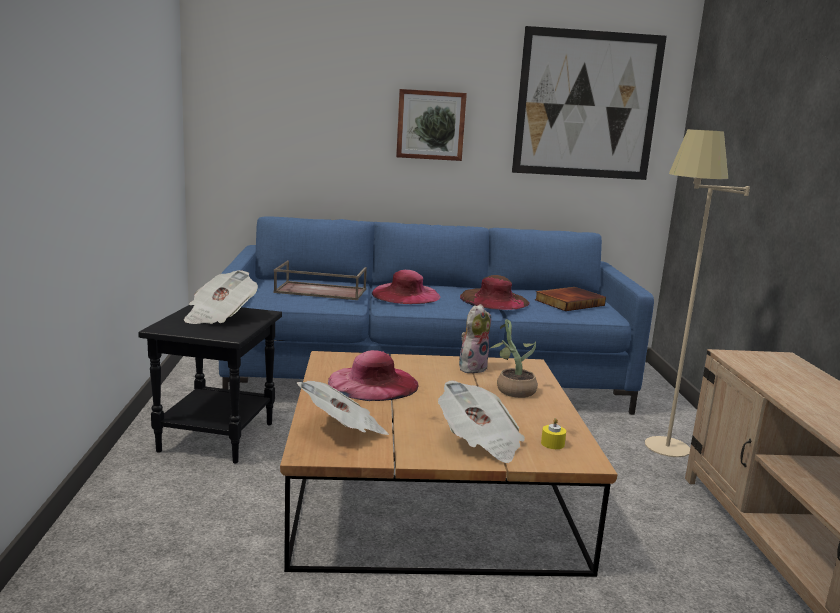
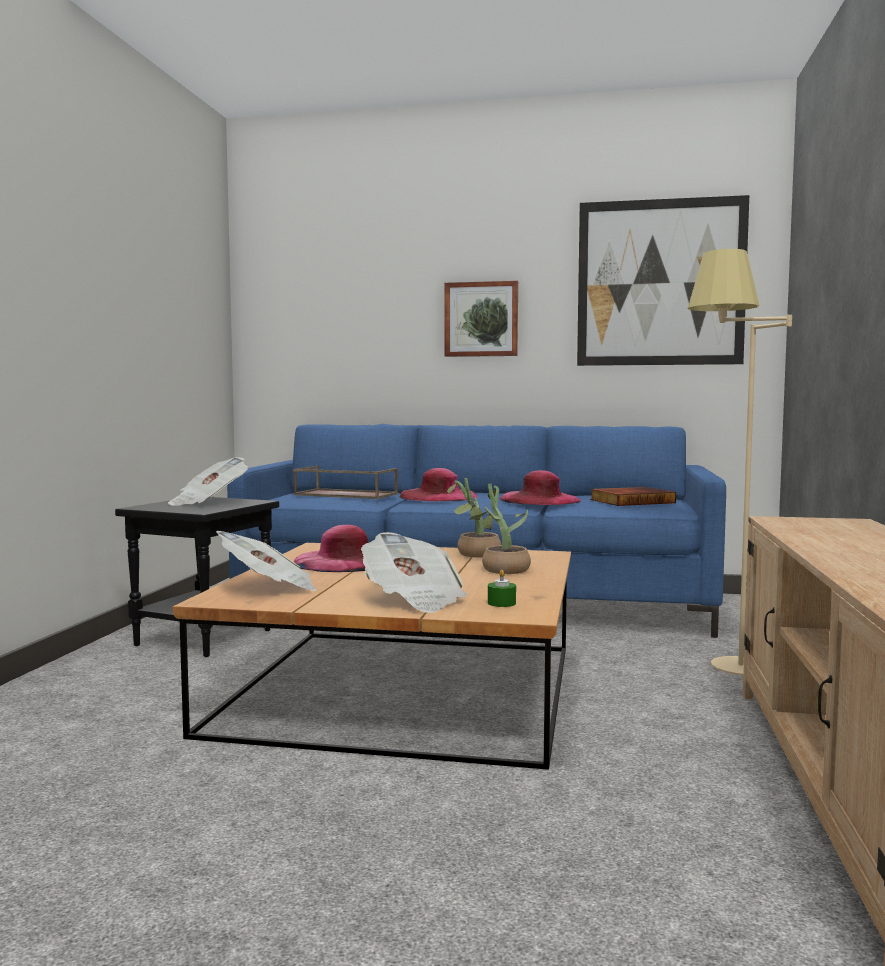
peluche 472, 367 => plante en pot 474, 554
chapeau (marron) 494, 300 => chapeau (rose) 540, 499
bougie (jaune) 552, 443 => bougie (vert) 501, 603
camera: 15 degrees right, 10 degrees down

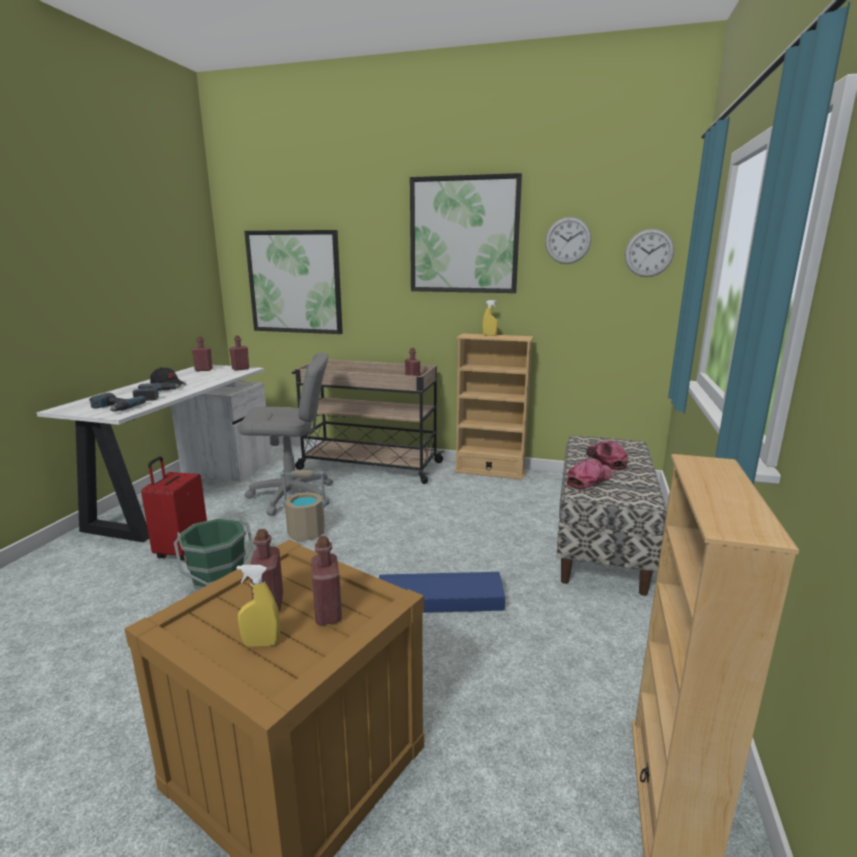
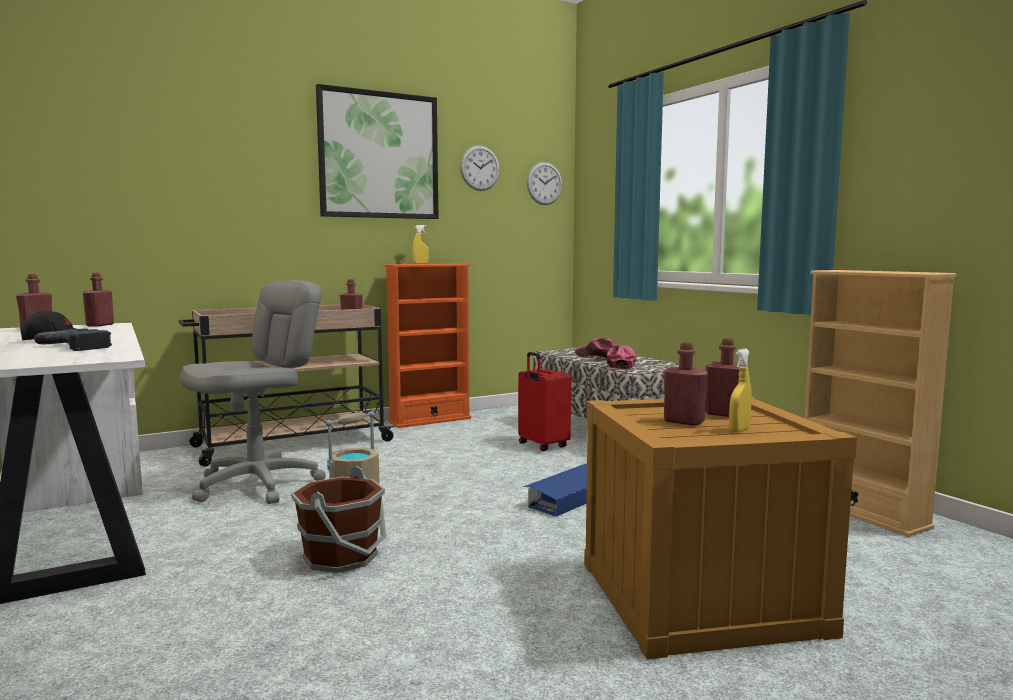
perceuse 114, 408 => nothing
valise (rouge) 181, 550 => valise (rouge) 542, 445, shifted
seau (vert) 218, 577 => seau (marron) 342, 556
tableau 295, 282 => nothing
bibliothèque (beige) 490, 471 => bibliothèque (orange) 430, 420
camera: 45 degrees left, 10 degrees down

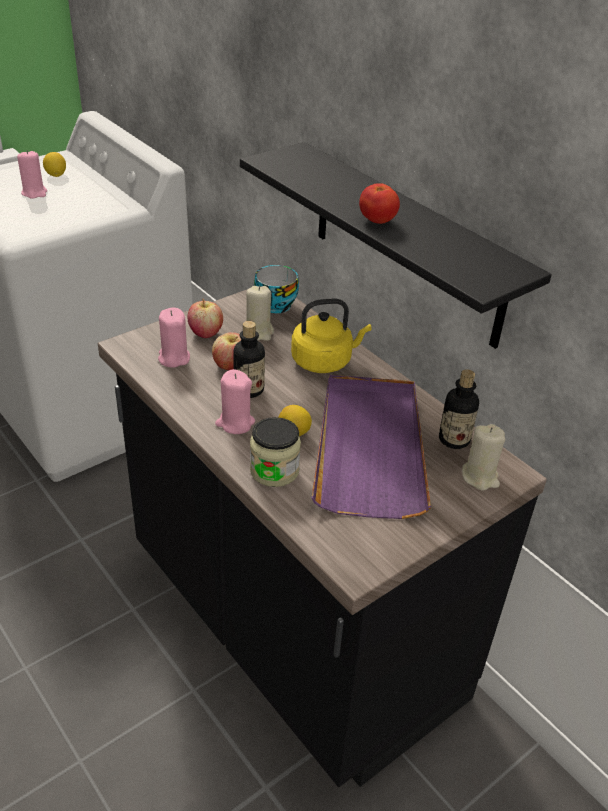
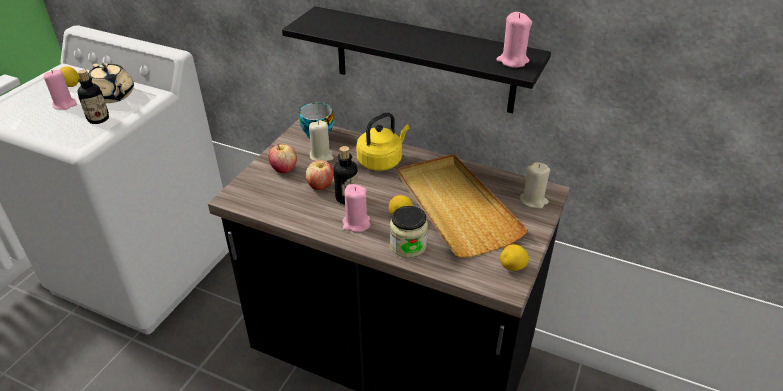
bougie (rose) 173, 358 => bougie (rose) 512, 61, shifted
plateau (violet) 369, 447 => plateau (beige) 455, 207
tomate 377, 221 => nothing
bouteille 454, 439 => bouteille 98, 119, shifted
nothing => théière (beige) 113, 96
nothing => citron 512, 267
camera: 25 degrees left, 0 degrees up

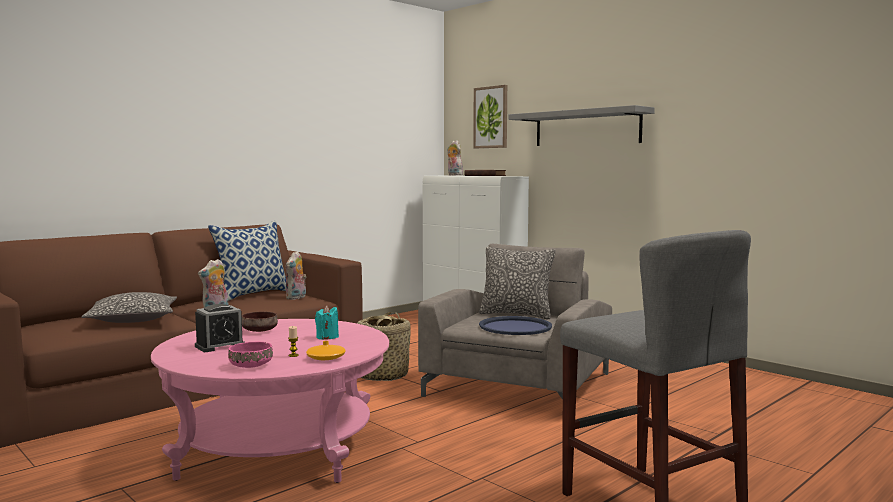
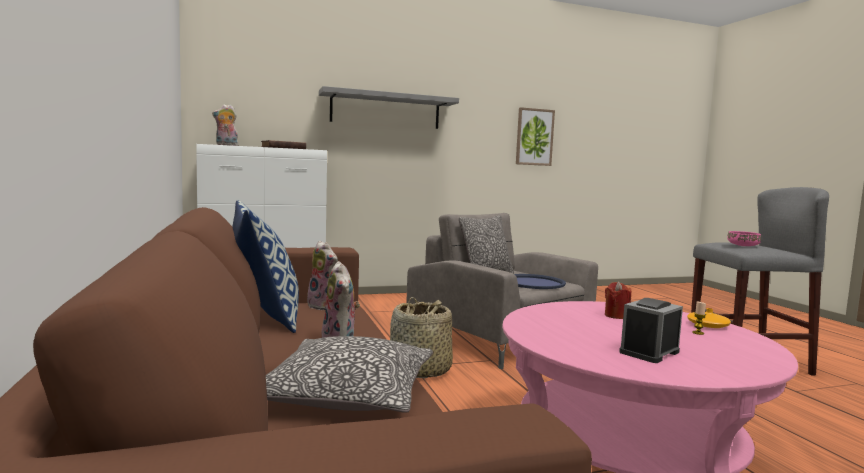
réveil 220, 346 => réveil 649, 352, 120 degrees counterclockwise
bol (rose) 249, 366 => bol (rose) 743, 246, shifted
bol (marron) 260, 331 => nothing
bougie (turquoise) 327, 337 => bougie (rouge) 616, 316
tableau 491, 117 => tableau 534, 137, shifted
camera: 65 degrees left, 0 degrees up

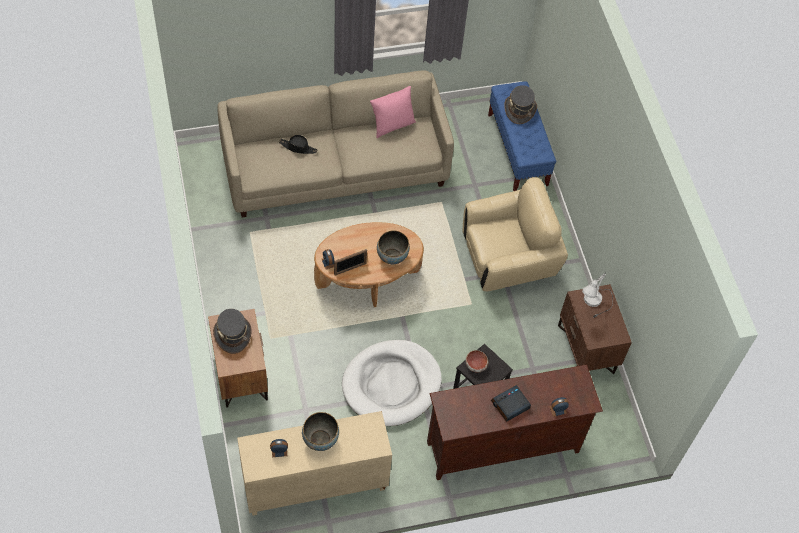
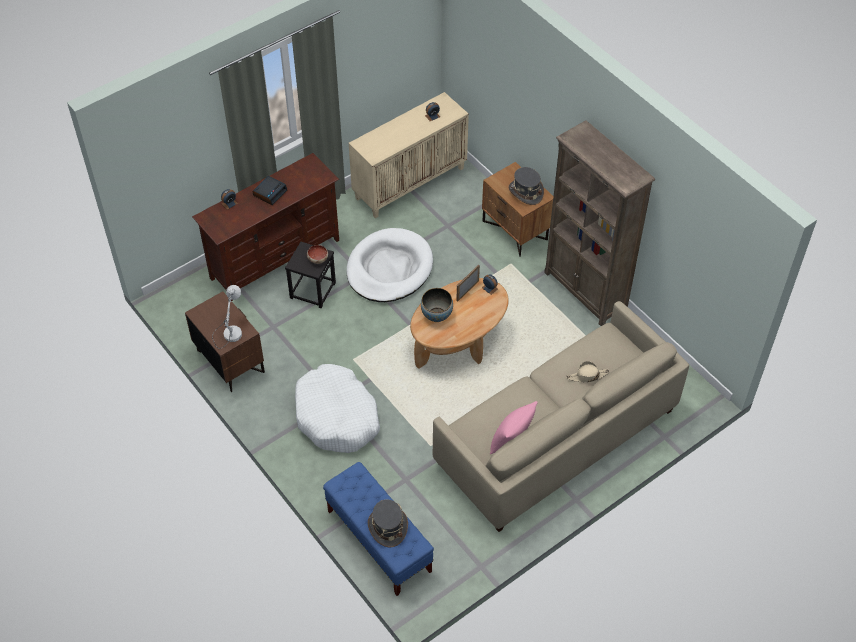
chapeau (noir) 298, 147 => chapeau (beige) 587, 376
bol 320, 440 => nothing
fauteuil (beige) 508, 258 => panier pour chien (blanc) 337, 416
nothing => bibliothèque (marron) 585, 292
camera: 160 degrees right, 5 degrees down

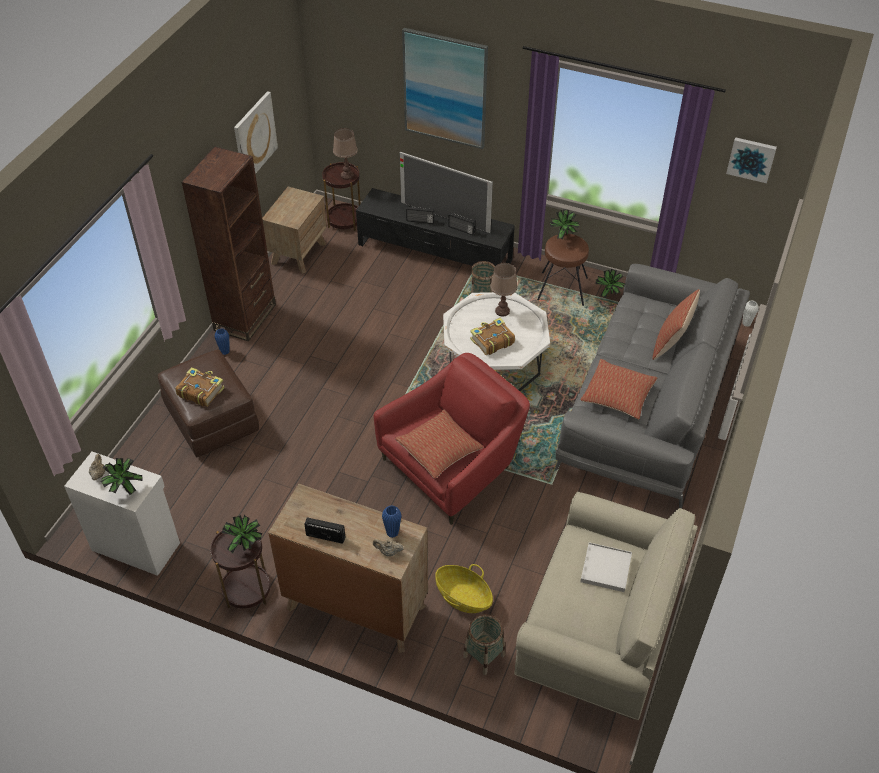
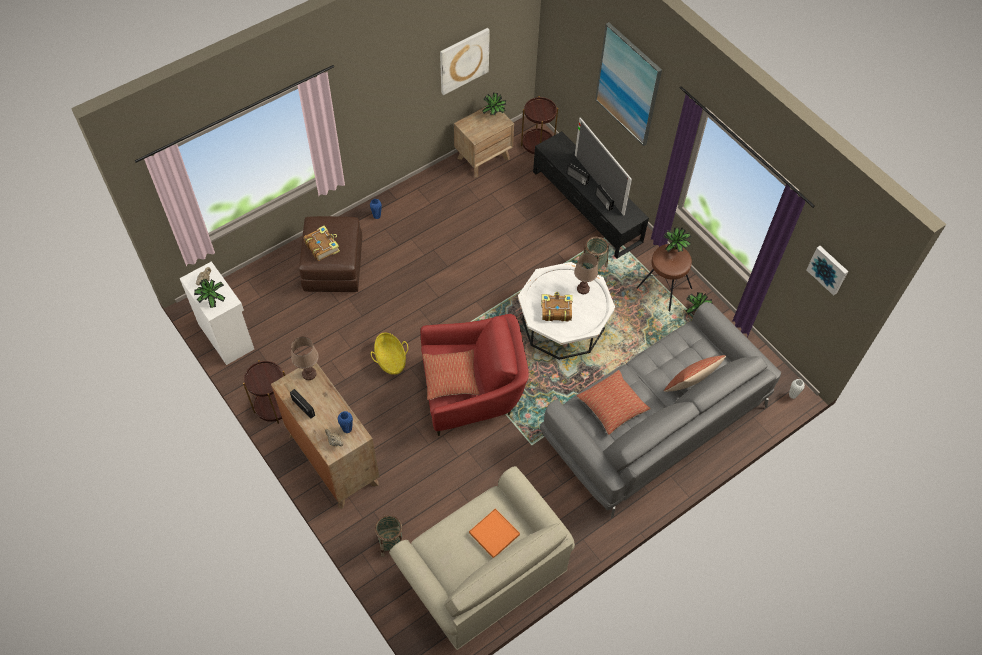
bibliothèque (marron) 245, 317 => nothing
plante en pot 246, 547 => plante en pot 494, 116, shifted
lampe de table (marron) 347, 175 => lampe de table (marron) 309, 374, shifted
panier 463, 597 => panier 390, 360, shifted
plateau (blanc) 605, 569 => plateau (orange) 494, 534
camera: 30 degrees right, 10 degrees up

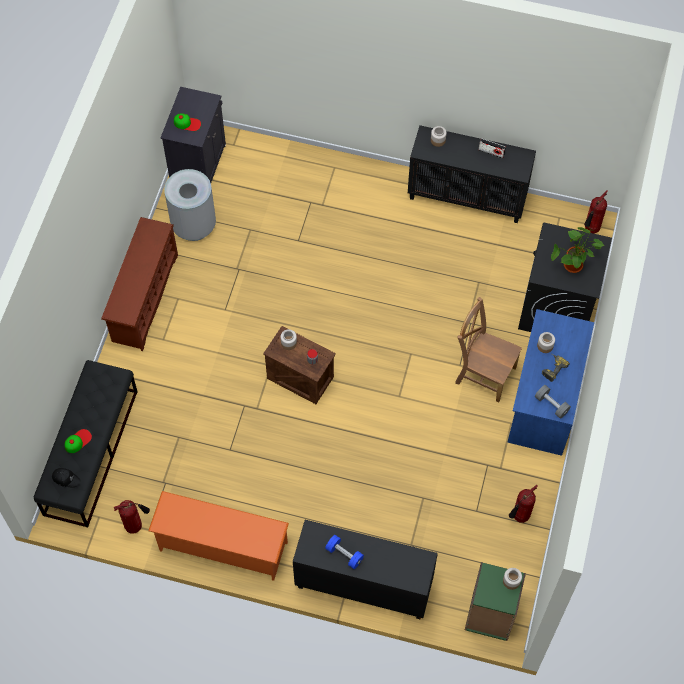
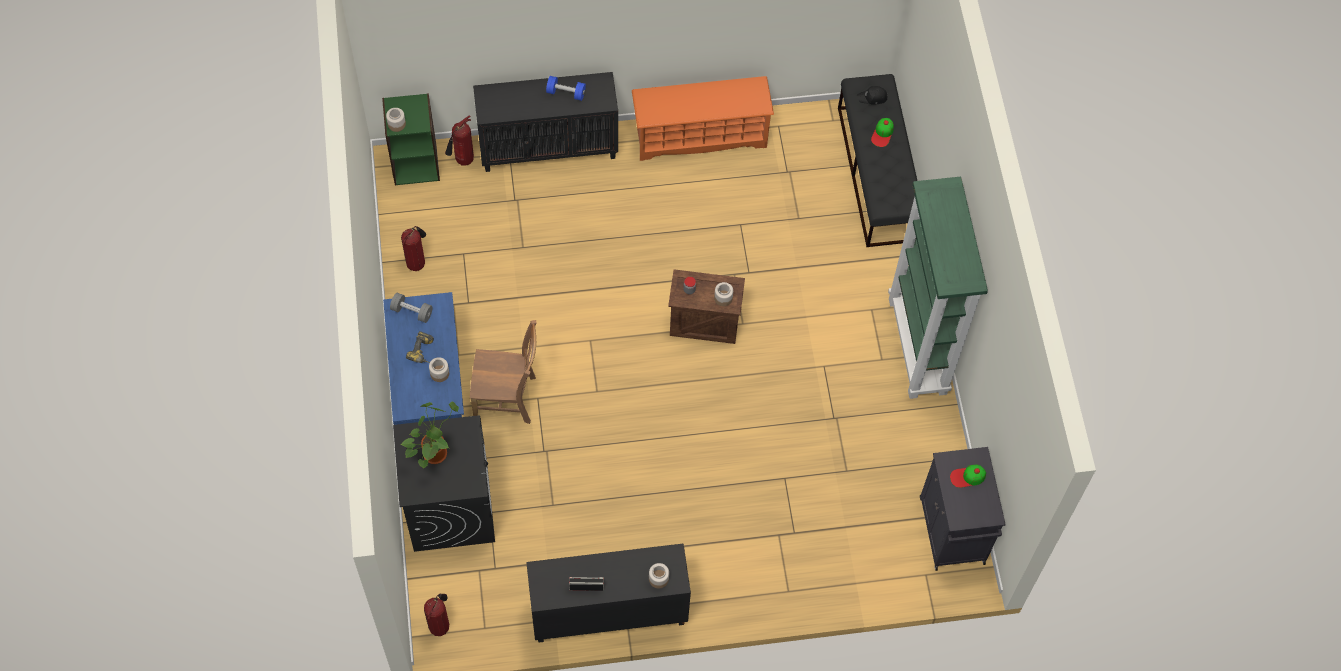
étagère à chaussures (marron) 144, 298 => bibliothèque (vert) 918, 346
extincteur 136, 525 => extincteur 463, 161, shifted
poubelle (gris) 193, 225 => nothing
camera: 155 degrees right, 0 degrees up

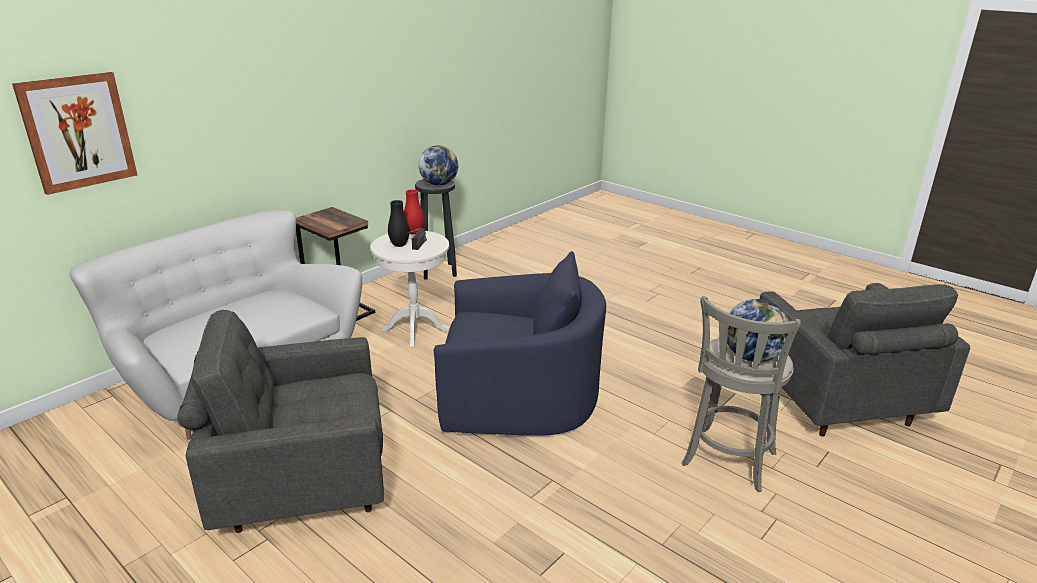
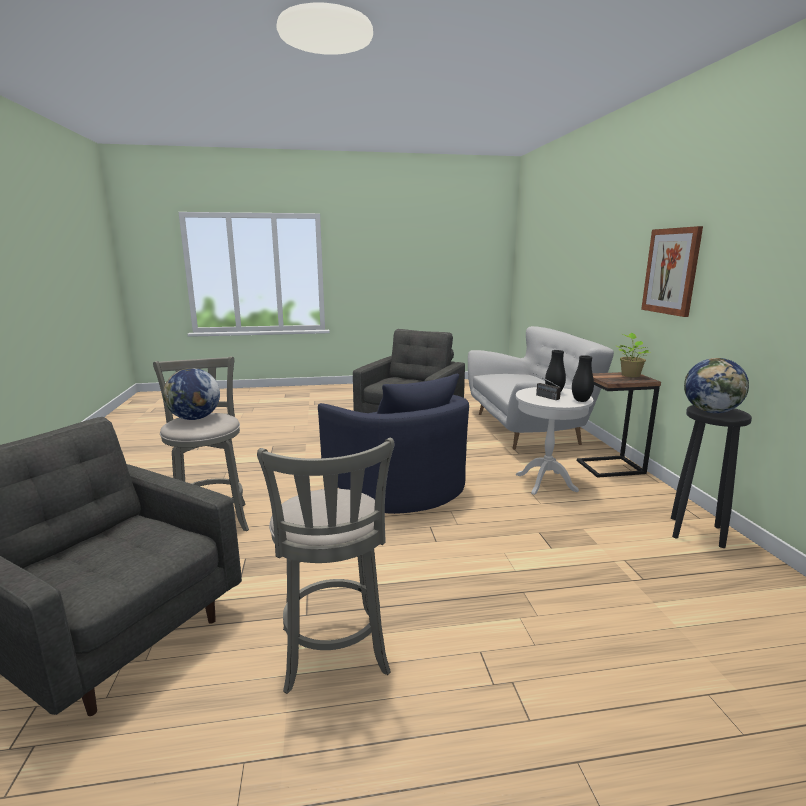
tableau 78, 132 => tableau 671, 271, shifted
vase (rouge) 414, 233 => vase (noir) 581, 400
fauteuil (bleu) 518, 397 => fauteuil (bleu) 397, 485, 75 degrees counterclockwise
nothing => tabouret (gris) 334, 655
nothing => plante en pot 630, 375
camera: 130 degrees right, 10 degrees down

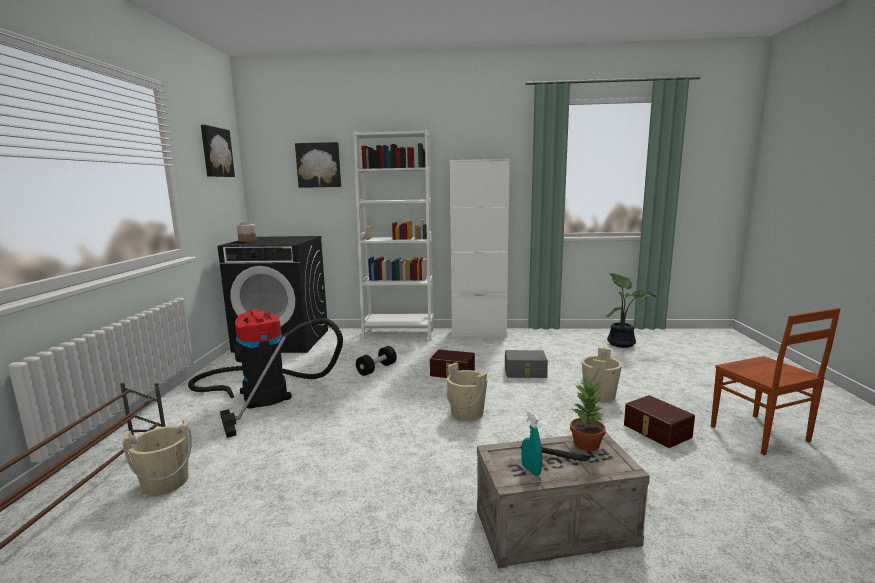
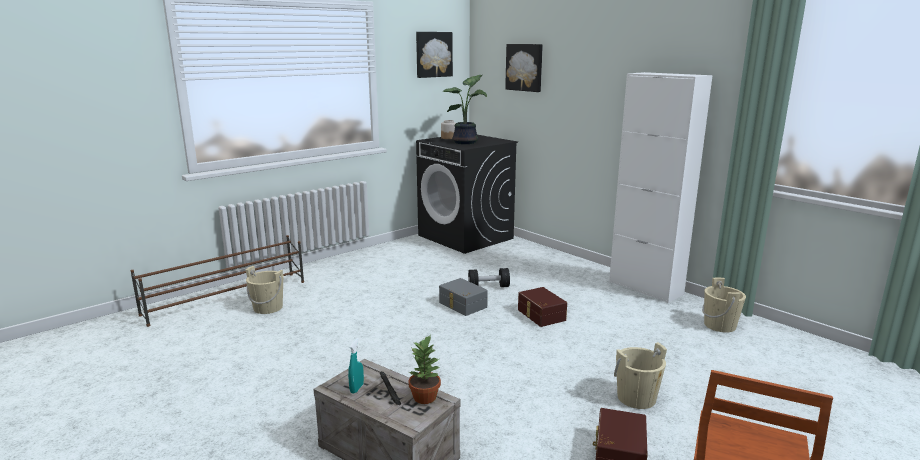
aspirateur 262, 393 => nothing
bibliothèque (blanc) 399, 334 => nothing
seau (beige) 467, 413 => seau (beige) 719, 325, shifted
boîte de rangement (gris) 525, 372 => boîte de rangement (gris) 462, 305, shifted
plante en pot 621, 343 => plante en pot 467, 142, shifted
camera: 45 degrees right, 5 degrees up

